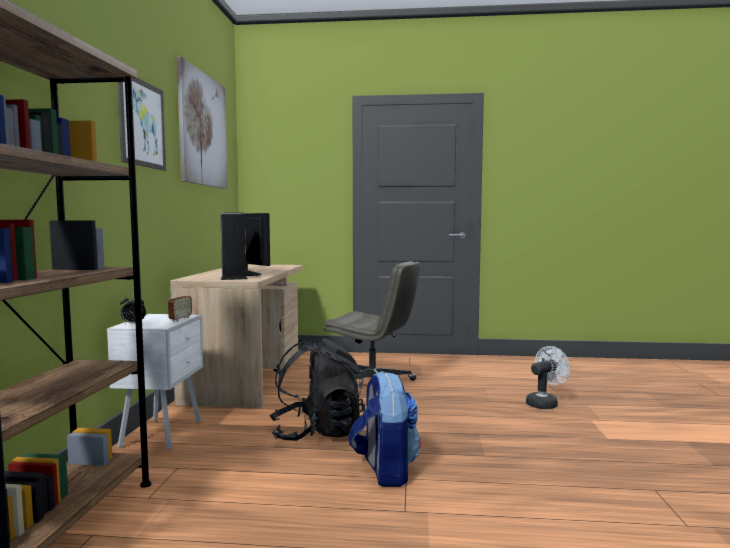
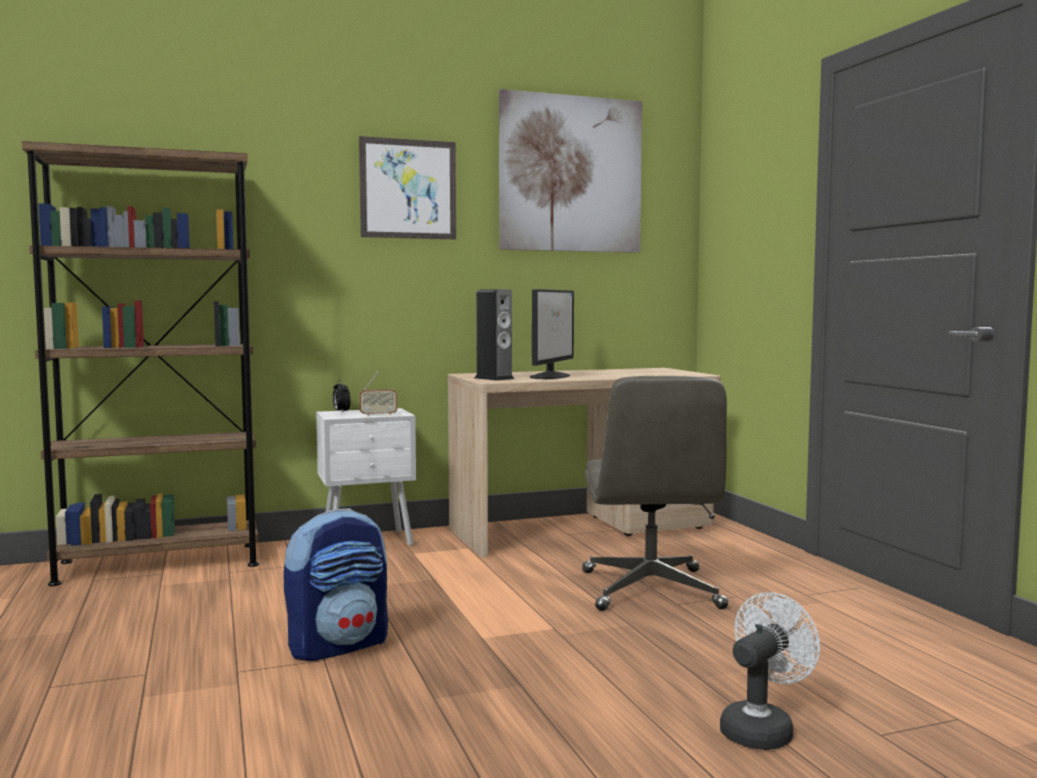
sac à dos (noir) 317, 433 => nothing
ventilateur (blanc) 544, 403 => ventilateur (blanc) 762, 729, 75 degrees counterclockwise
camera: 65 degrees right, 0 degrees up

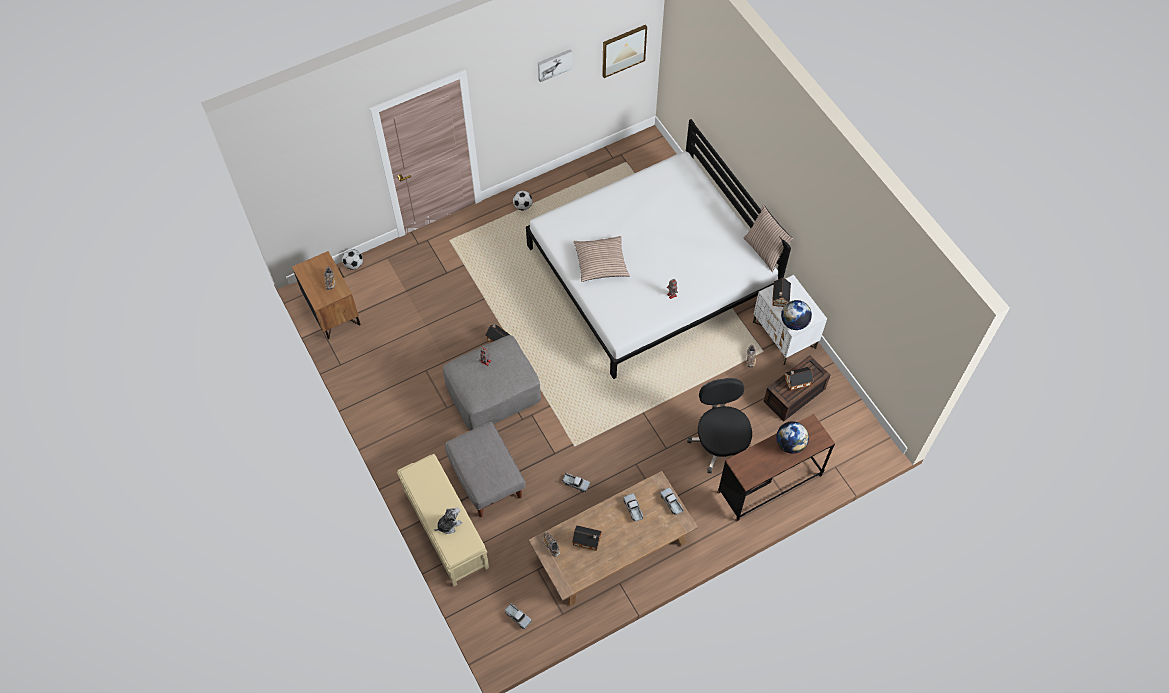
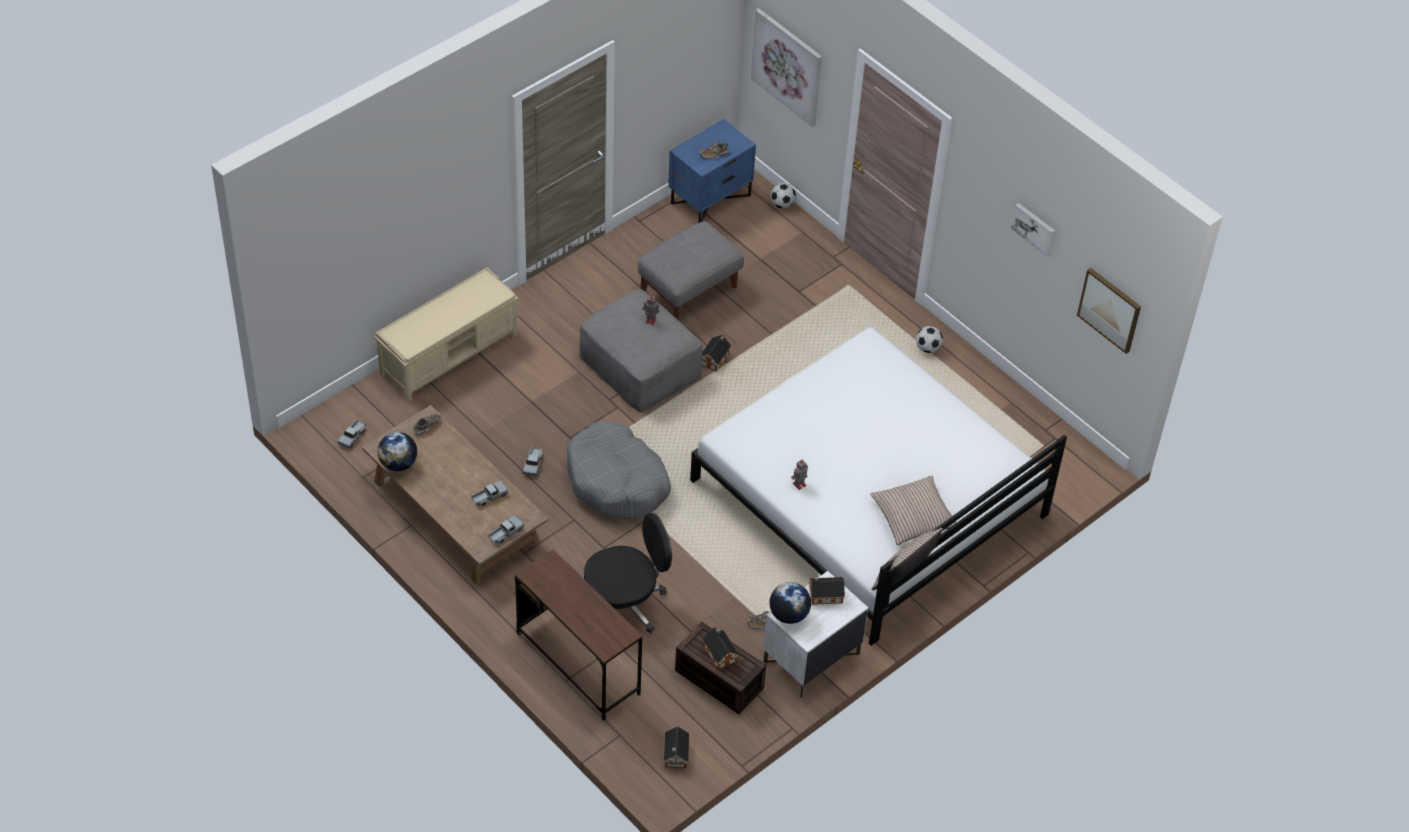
table de chevet (marron) 332, 311 => table de chevet (bleu) 710, 198
peluche 449, 524 => nothing
pouf (gris) 486, 479 => pouf (gris) 688, 290, shifted
maison miniature 587, 541 => maison miniature 675, 755, shifted
coussin 601, 263 => coussin 913, 516, shifted
globe 790, 444 => globe 398, 464, shifted
nothing => panier pour chien (gris) 617, 481
nothing => tableau 787, 66
camera: 75 degrees right, 10 degrees down

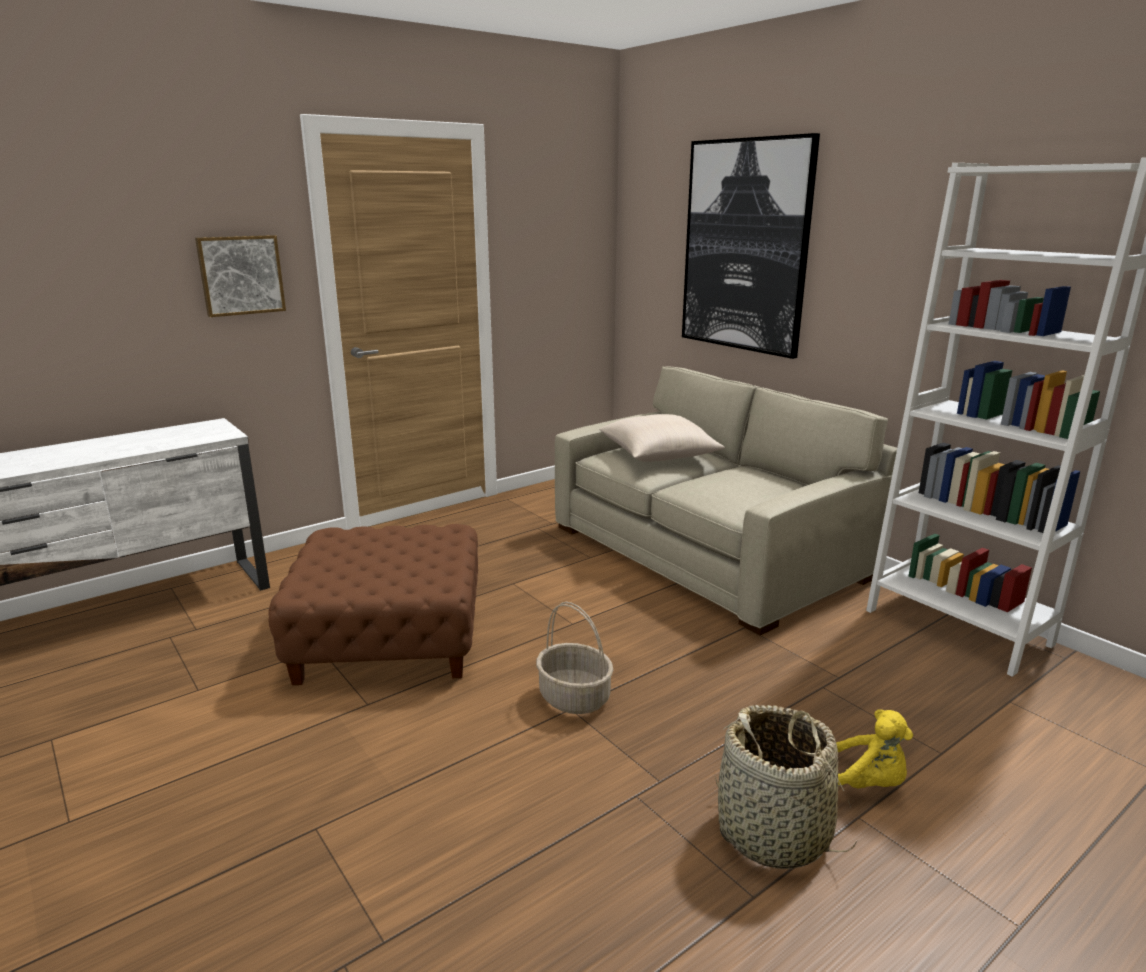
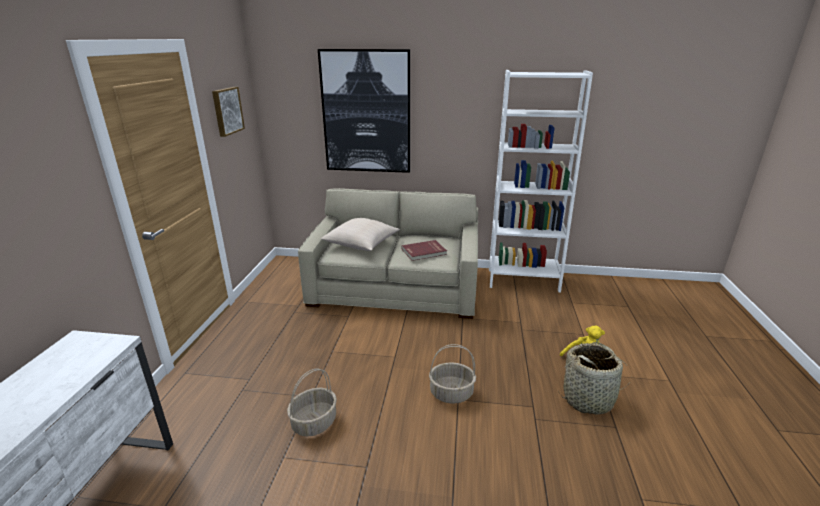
tableau 241, 275 => tableau 227, 111, shifted
pouf (marron) 390, 636 => panier 314, 422
nothing => livre (rouge) 424, 252
camera: 45 degrees left, 5 degrees up

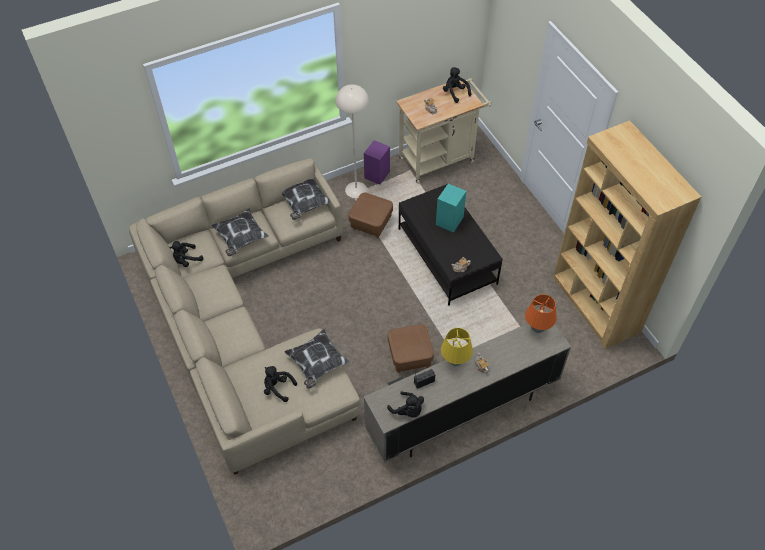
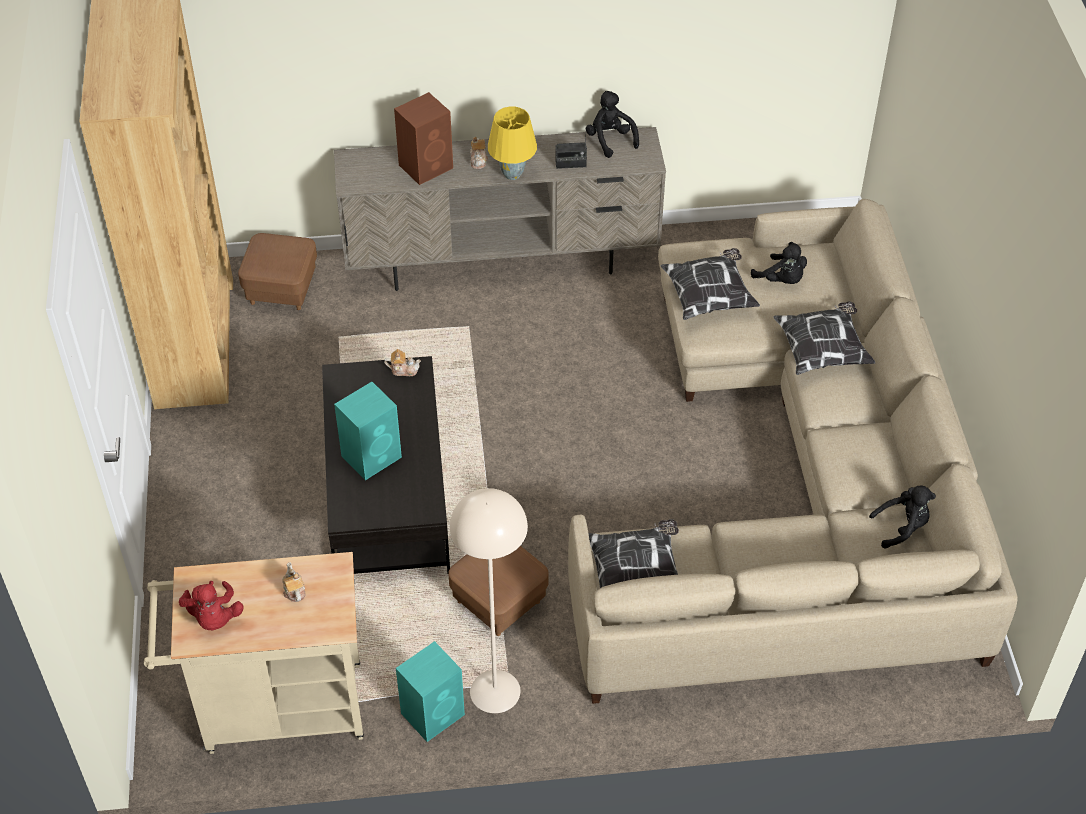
coussin 240, 238 => coussin 822, 351, shifted
enceinte (violet) 376, 175 => enceinte (turquoise) 434, 713
pouf (marron) 409, 357 => pouf (marron) 282, 289, shifted
peluche (noir) 455, 93 => peluche (rouge) 214, 617
lampe de table (orange) 537, 328 => nothing
nothing => enceinte (marron) 427, 166
camera: 160 degrees left, 5 degrees down

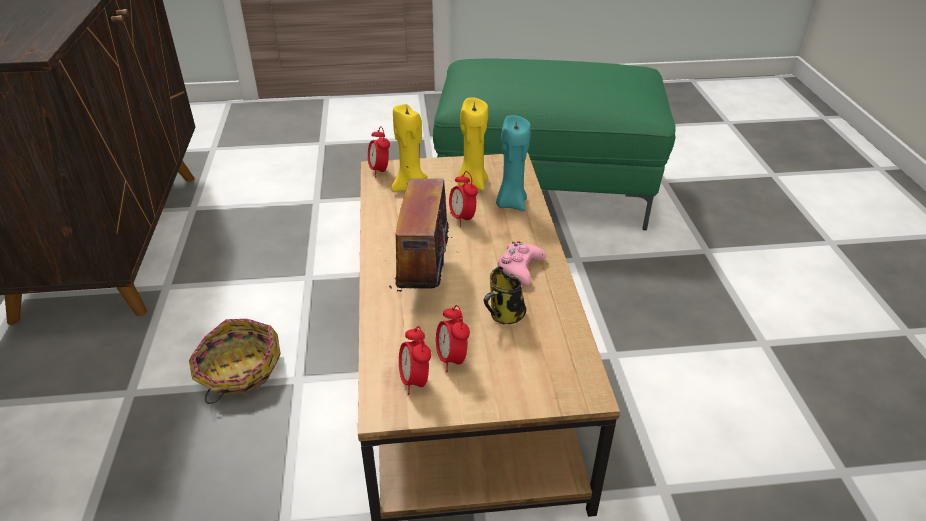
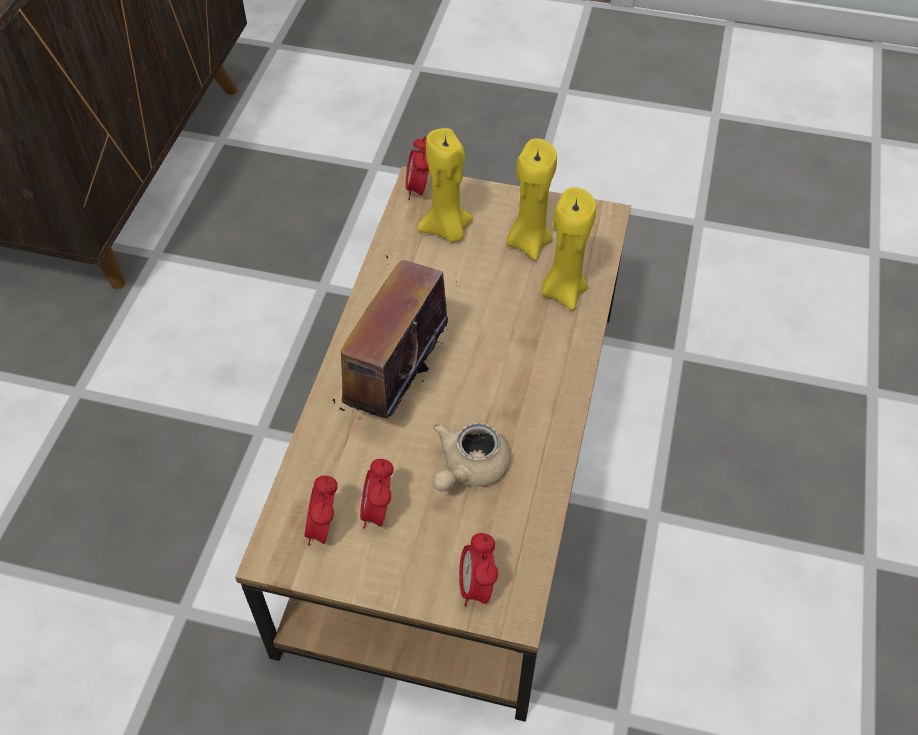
panier 238, 371 => nothing
pouf (vert) 546, 187 => nothing
réveil 462, 218 => réveil 477, 586, shifted
mug 504, 316 => théière (beige) 469, 469
bougie (turquoise) 511, 203 => bougie (jaune) 563, 291
manette (rose) 519, 268 => nothing
camera: 20 degrees right, 15 degrees up

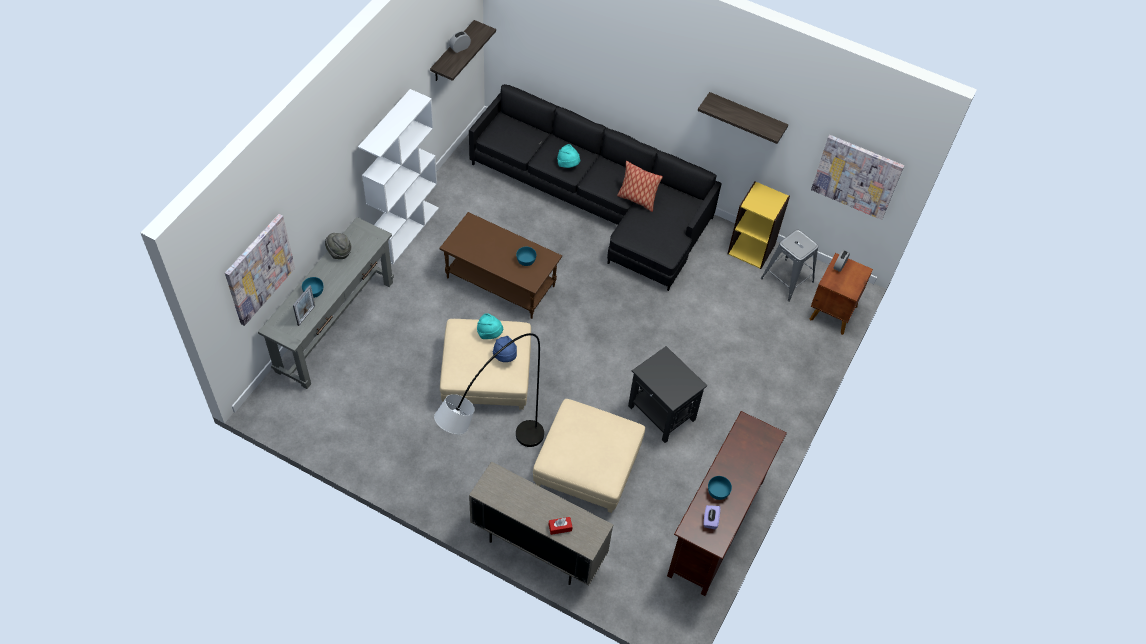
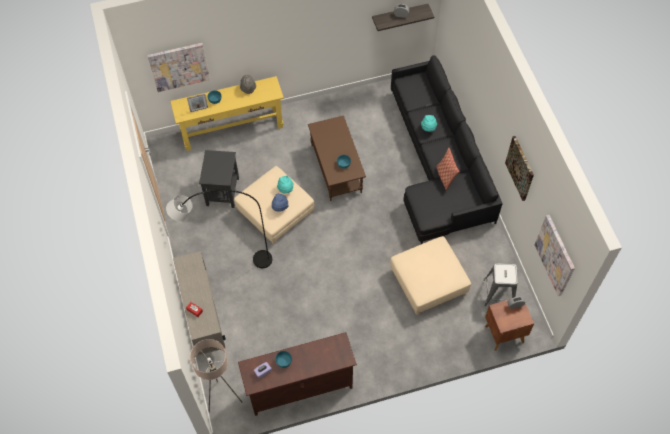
table console (gris) 335, 326 => table console (jaune) 232, 129
bibliothèque (blanc) 406, 230 => nothing
pouf (beige) 587, 465 => pouf (beige) 428, 282, shifted
table d'appoint (noir) 662, 413 => table d'appoint (noir) 222, 192, shifted
étagère 746, 116 => tableau 520, 168
bibliothèque (jaune) 751, 249 => nothing
nothing => lampadaire (beige) 223, 399
camera: 50 degrees right, 5 degrees up

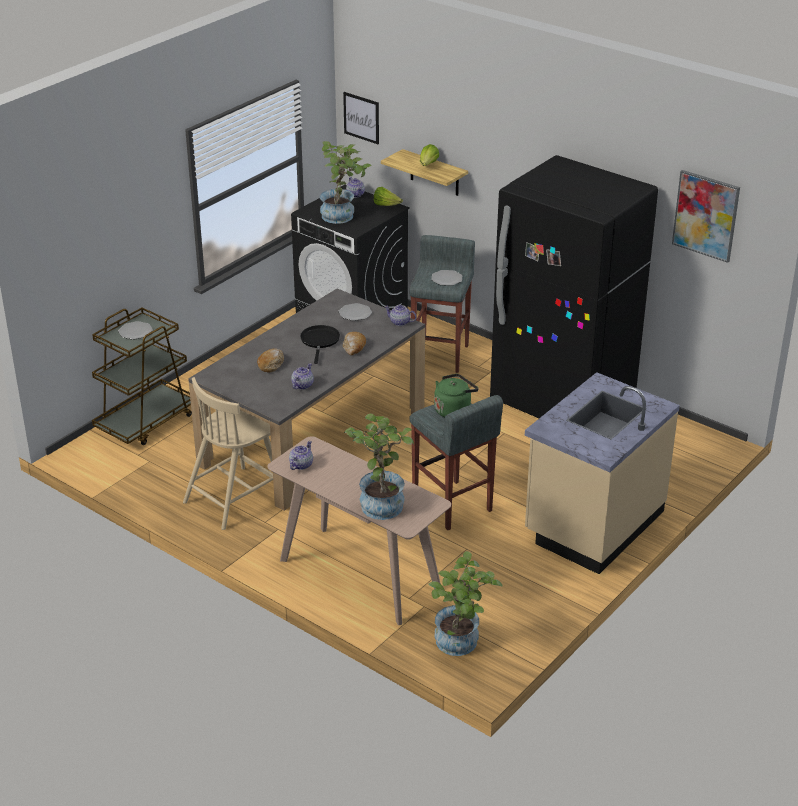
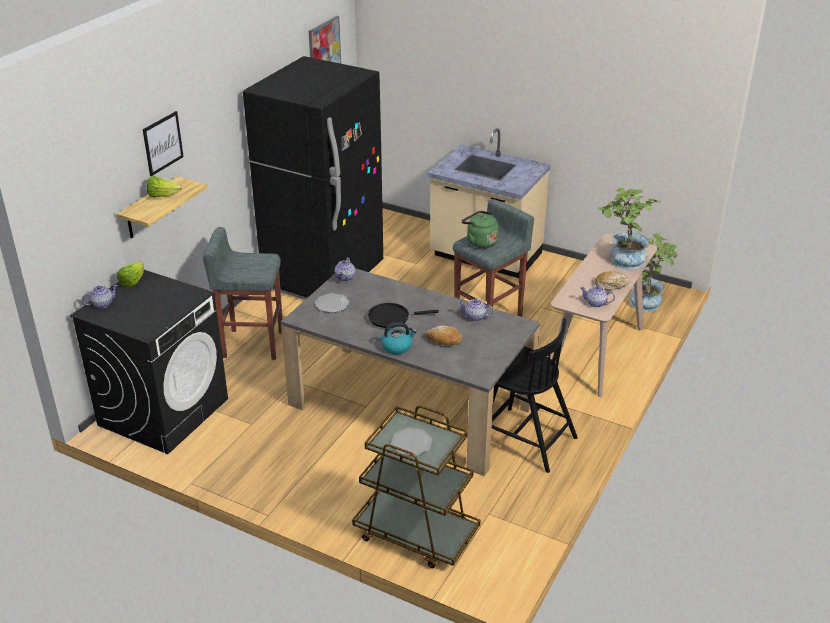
chaise (beige) 235, 497 => chaise (noir) 525, 439
plante en pot 342, 216 => nothing
tableau 361, 117 => tableau 163, 143, shifted
pain 354, 347 => pain 611, 285, shifted
assiette 446, 279 => nothing
nothing => bouilloire 397, 347
camera: 100 degrees left, 0 degrees up

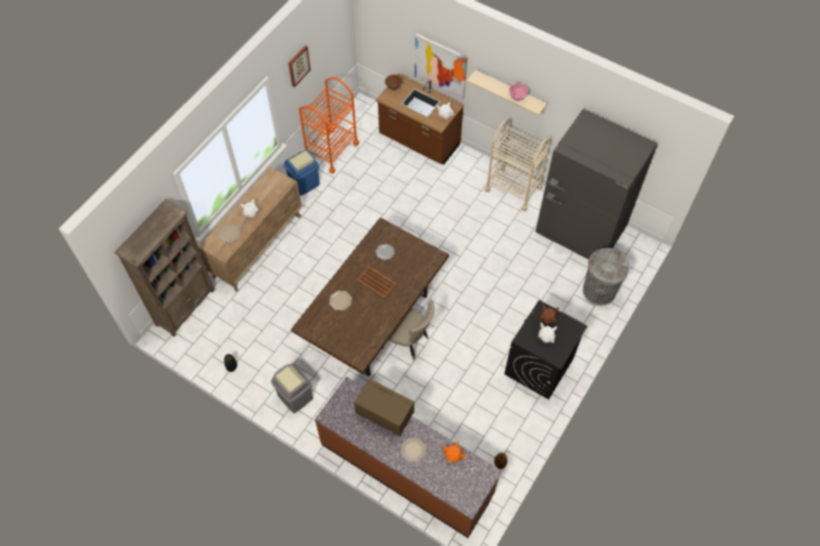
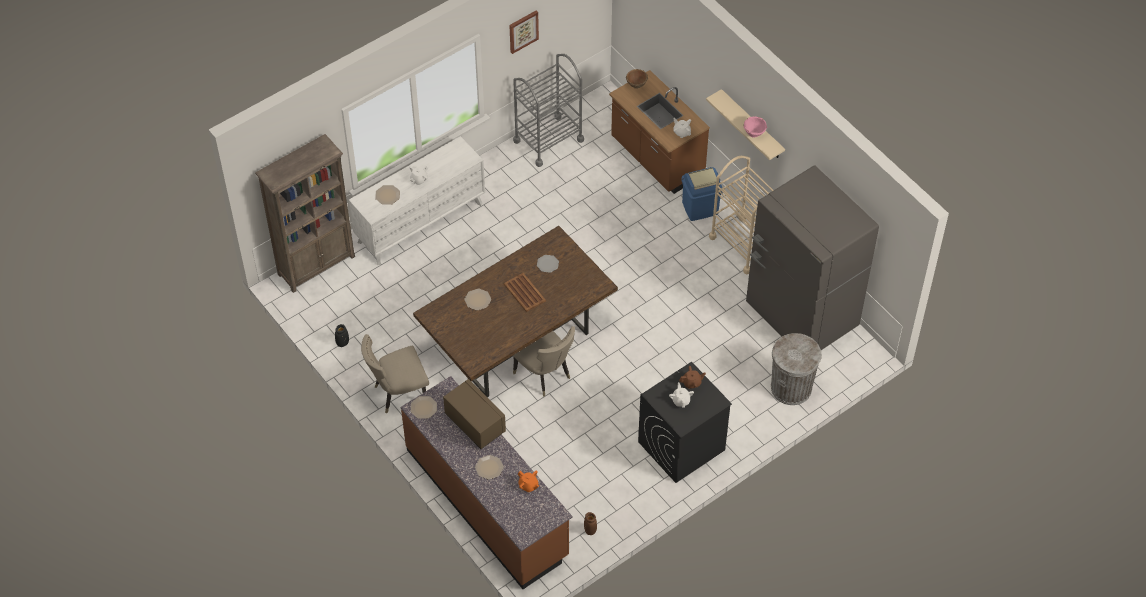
commode (marron) 257, 245 => commode (blanc) 420, 222
poubelle (gris) 295, 397 => chaise (beige) 398, 393
poubelle (bleu) 304, 184 => poubelle (bleu) 700, 208, shifted
chariot (orange) 331, 151 => chariot (gris) 548, 140
tableau 440, 66 => nothing
nothing => assiette 424, 407
camera: 20 degrees right, 5 degrees down

